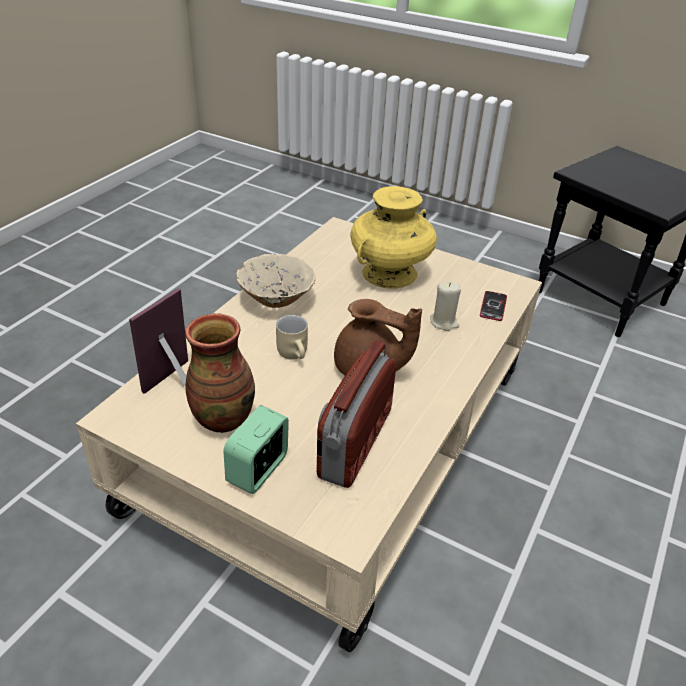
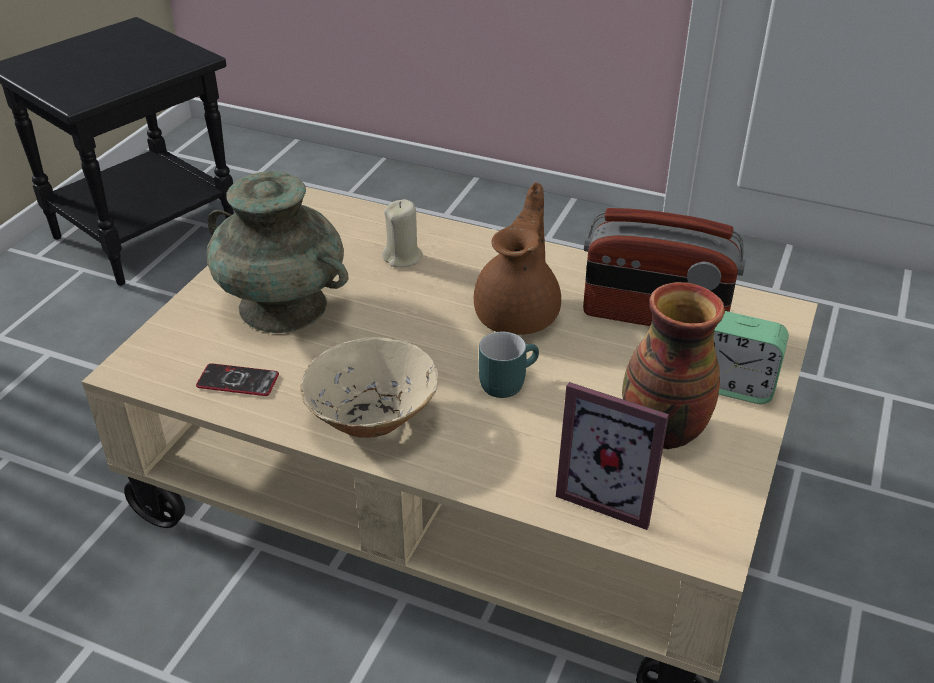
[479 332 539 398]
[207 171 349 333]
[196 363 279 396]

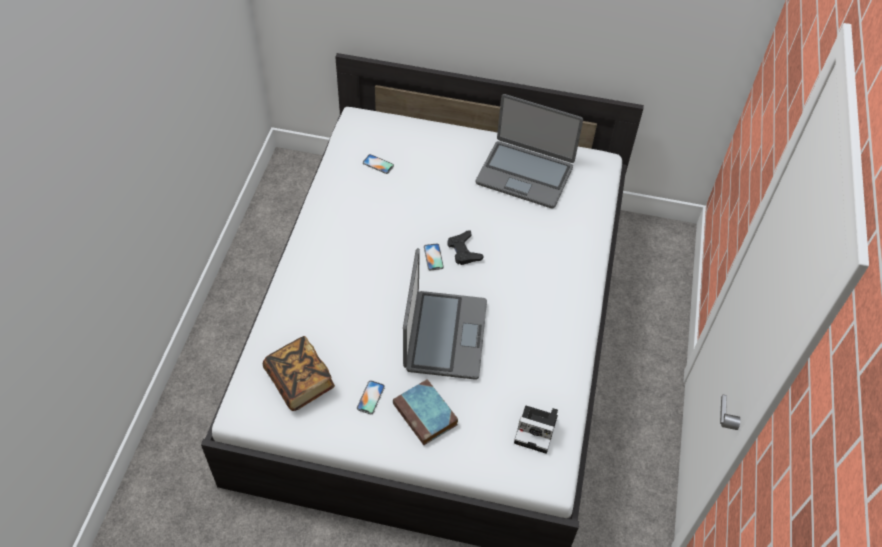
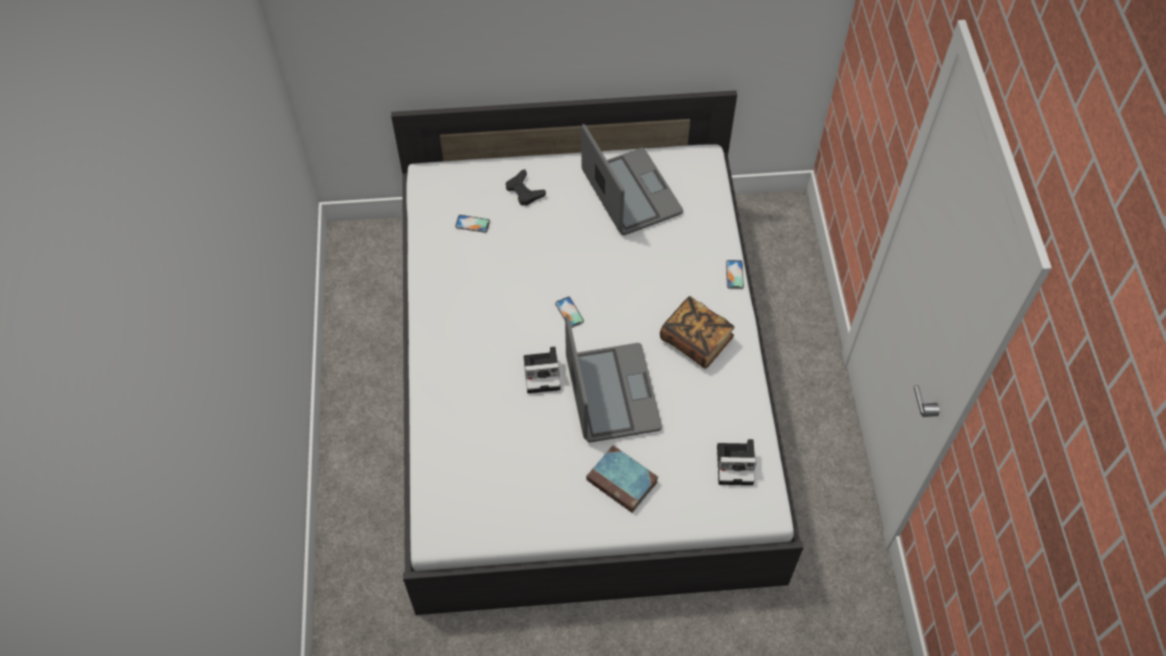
[660 296 734 369]
[726 260 744 289]
[506 169 546 206]
[582 124 683 235]
[524 346 561 394]

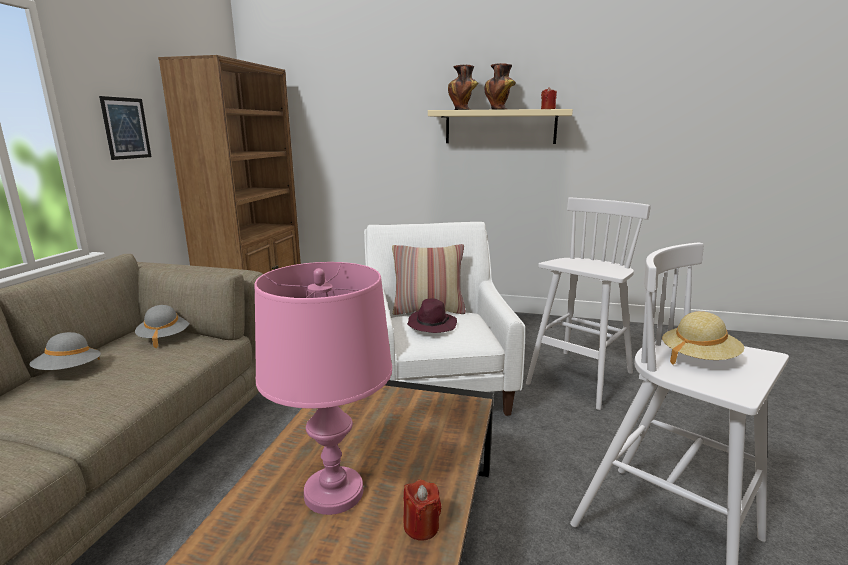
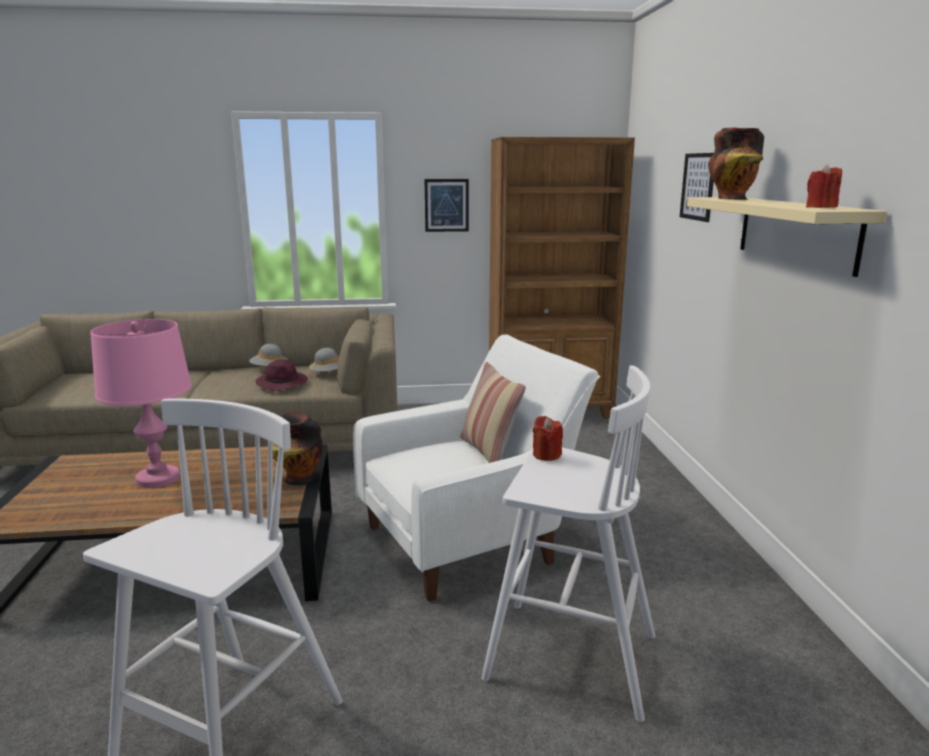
[533 416 563 461]
[255 359 308 391]
[272 413 323 486]
[662 311 744 365] (first image)
[679 153 714 222]

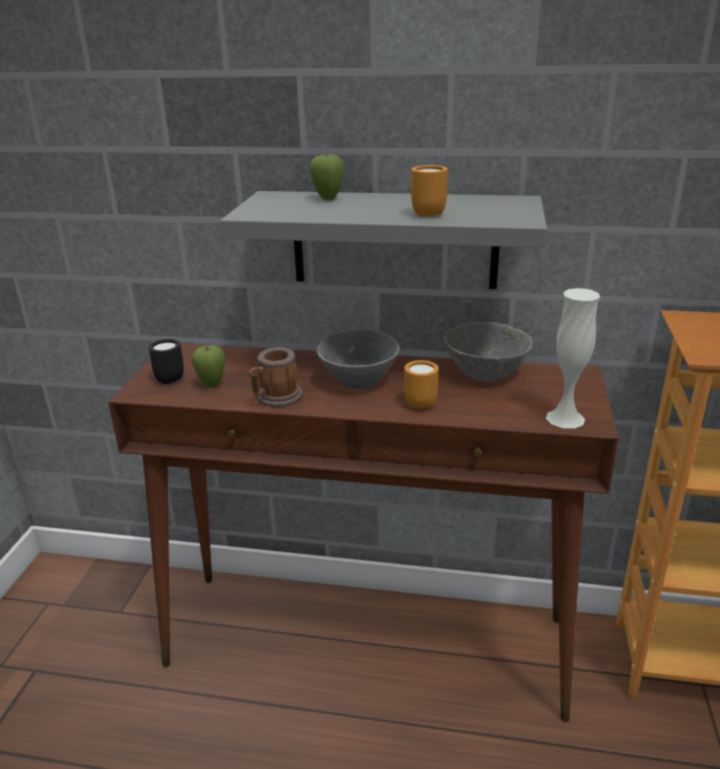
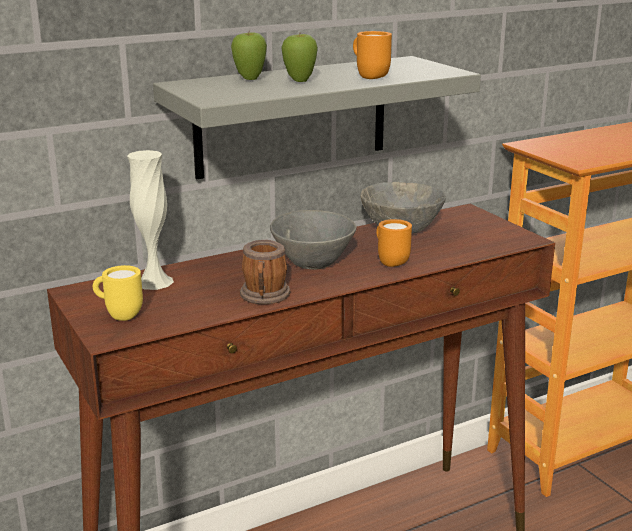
[93 265 143 321]
[281 32 318 82]
[127 150 174 290]

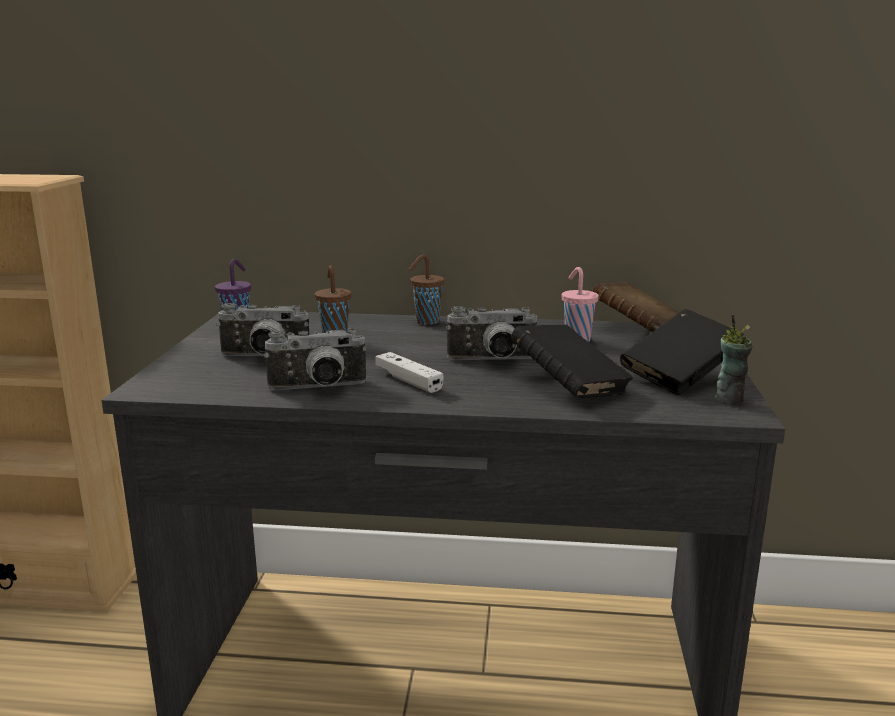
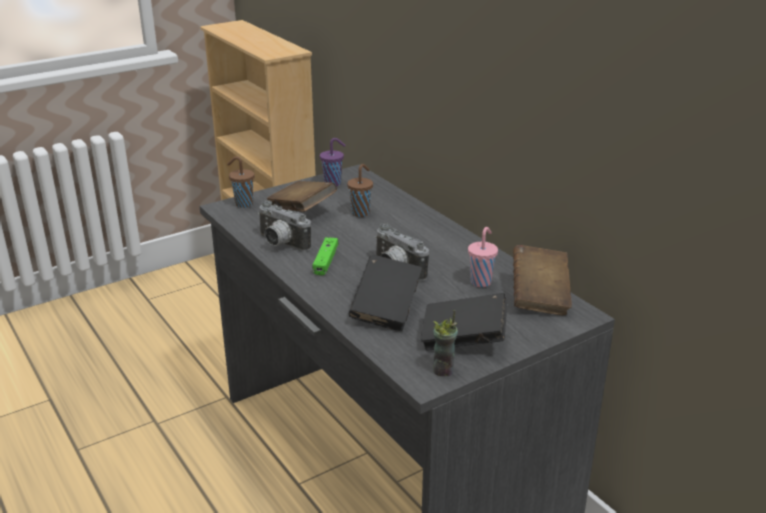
[267 181 337 212]
[312 237 338 275]
[227 156 254 208]

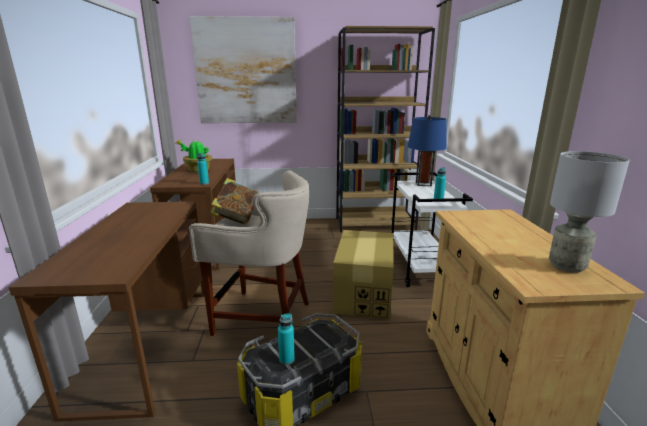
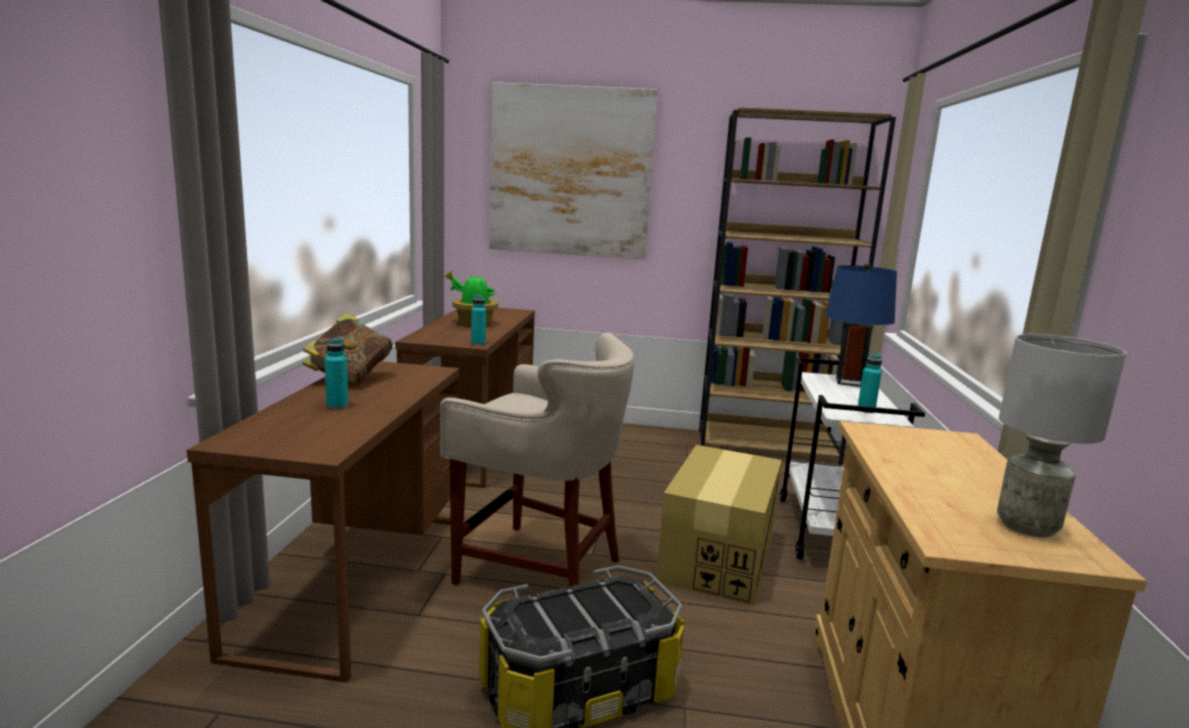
[303 313 393 387]
[325 338 348 409]

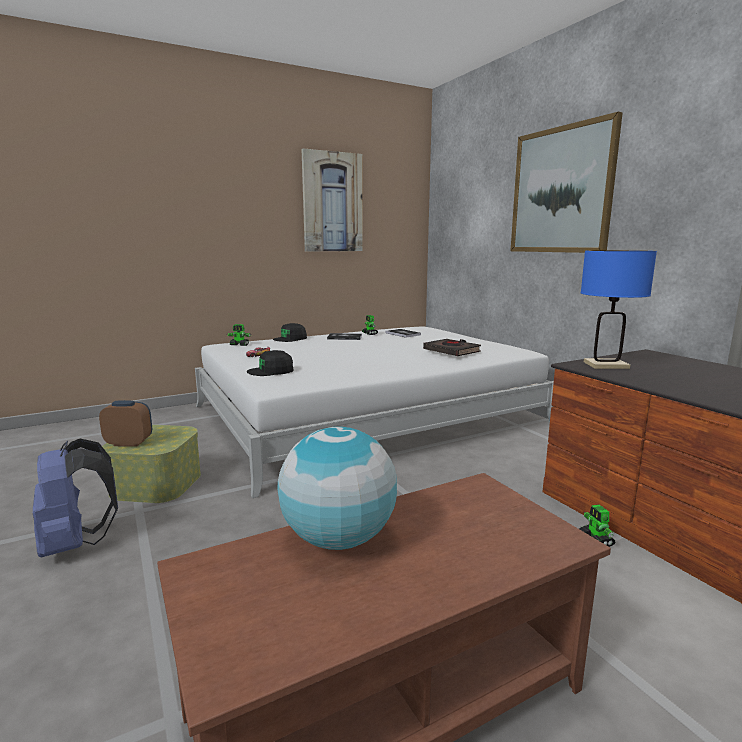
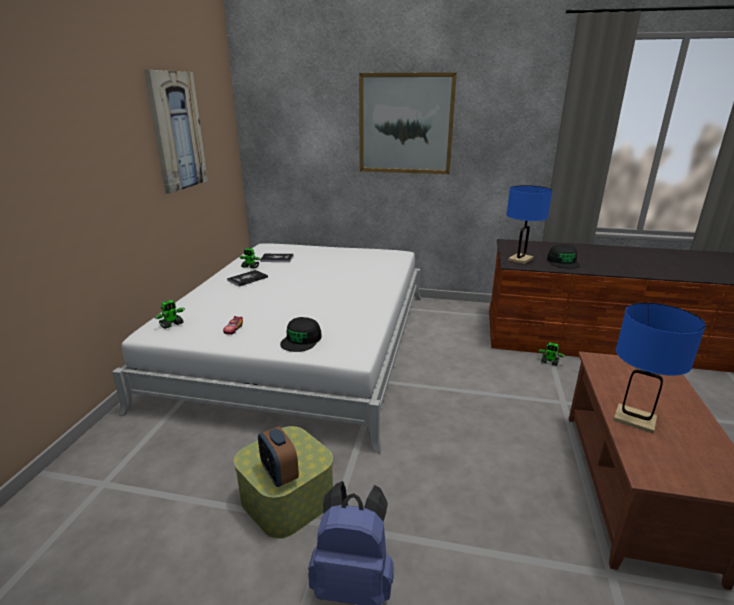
[258 426 299 487]
[547 245 580 269]
[613 303 706 434]
[423 339 481 356] (first image)

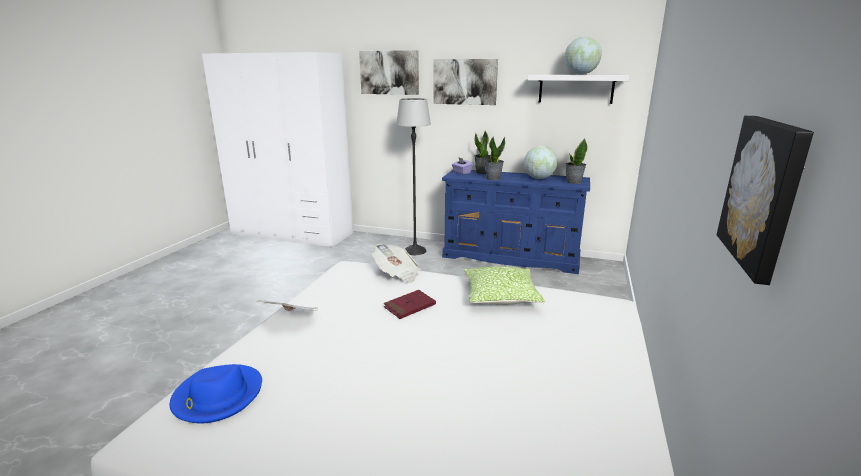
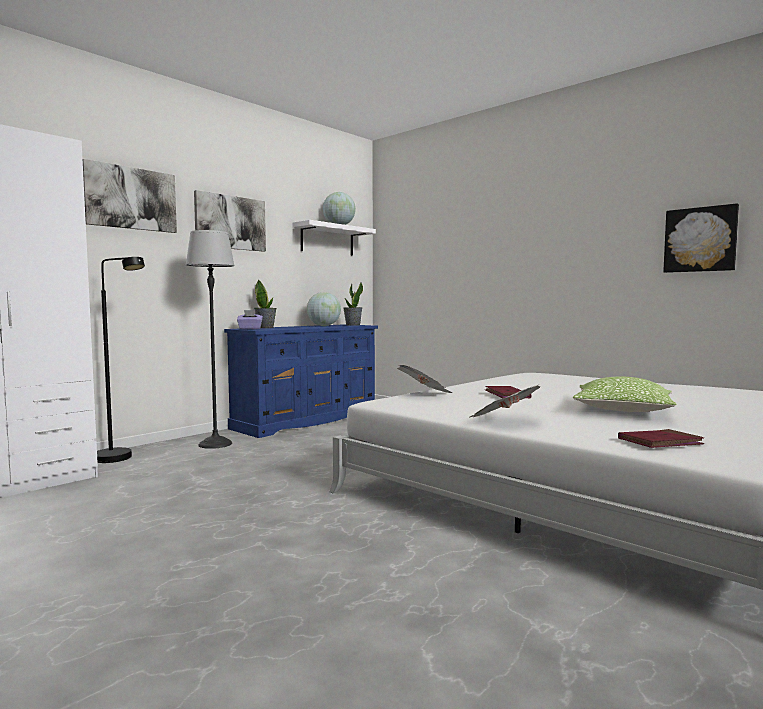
[618 429 704 448]
[573 377 677 412]
[484 137 505 180] (first image)
[97 257 145 463]

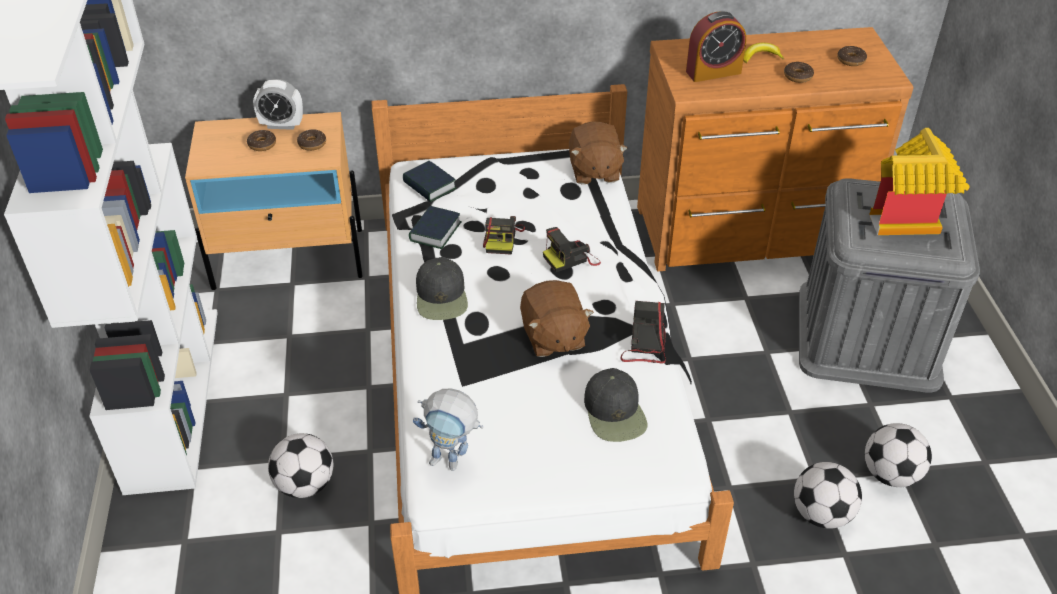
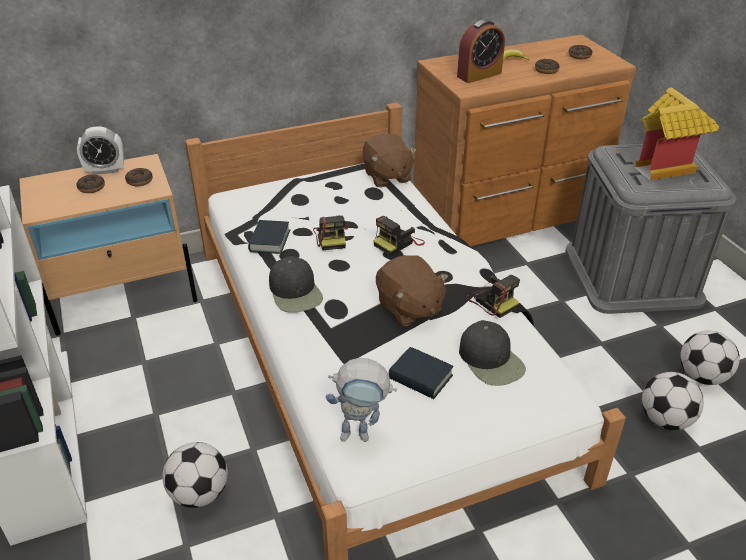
[388 347 454 399]
[466 275 520 318]

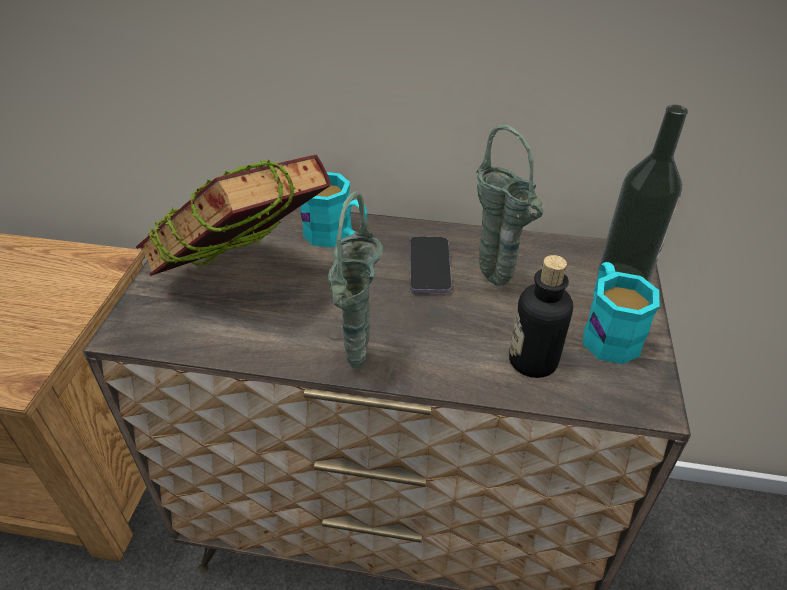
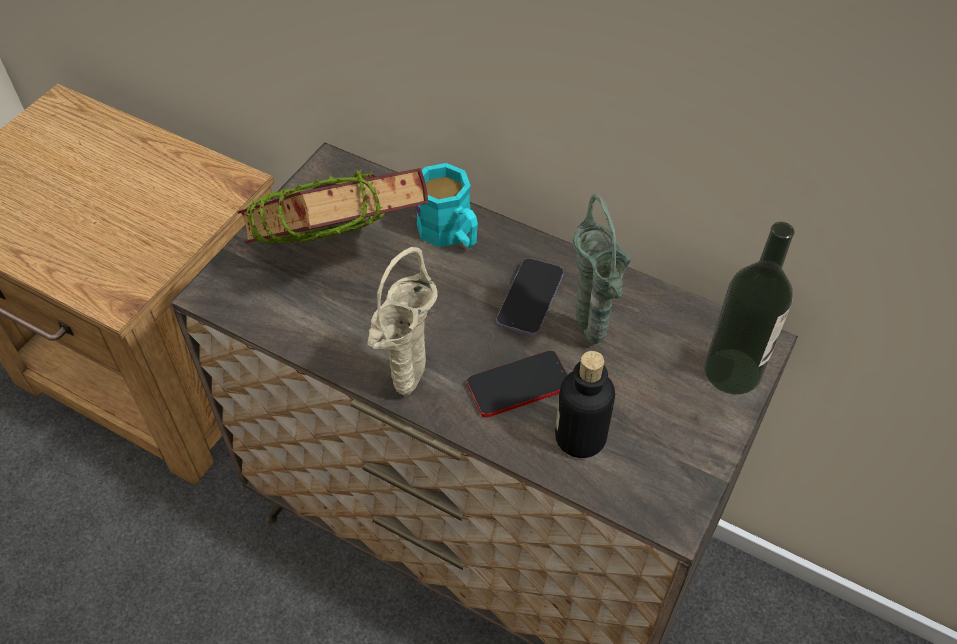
[367 247 438 396]
[583 262 659 364] (first image)
[466 351 567 417]

